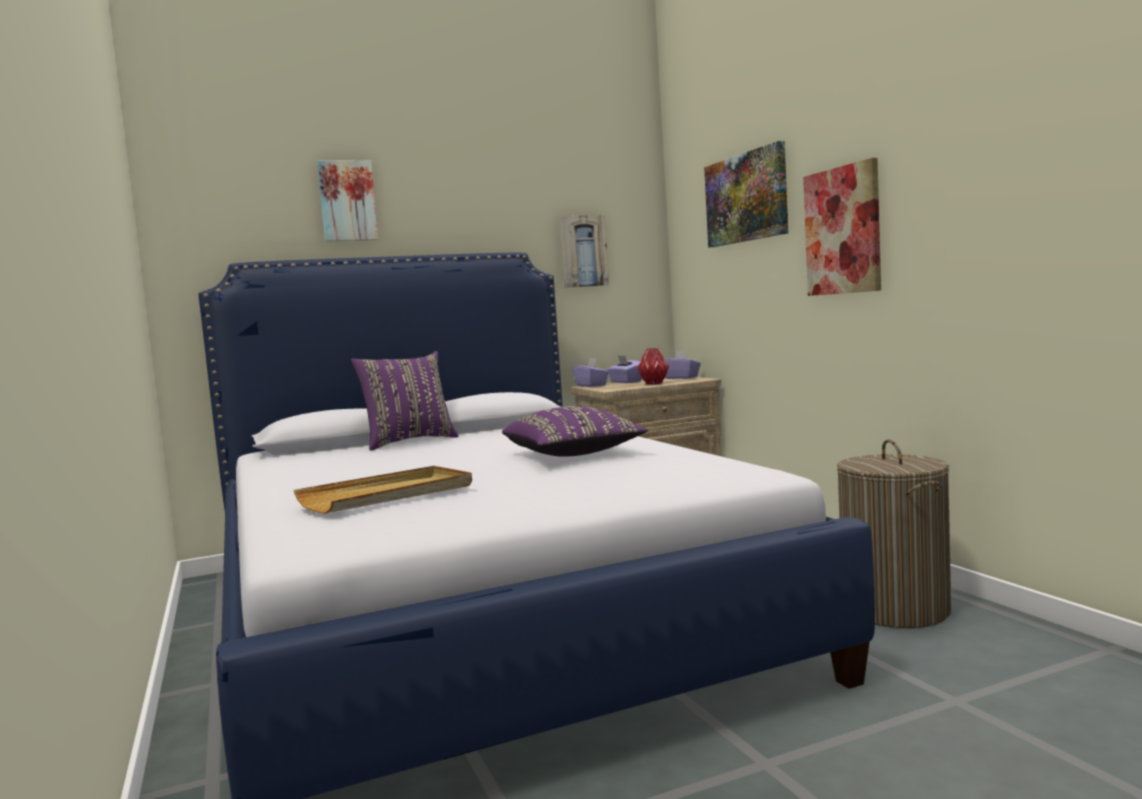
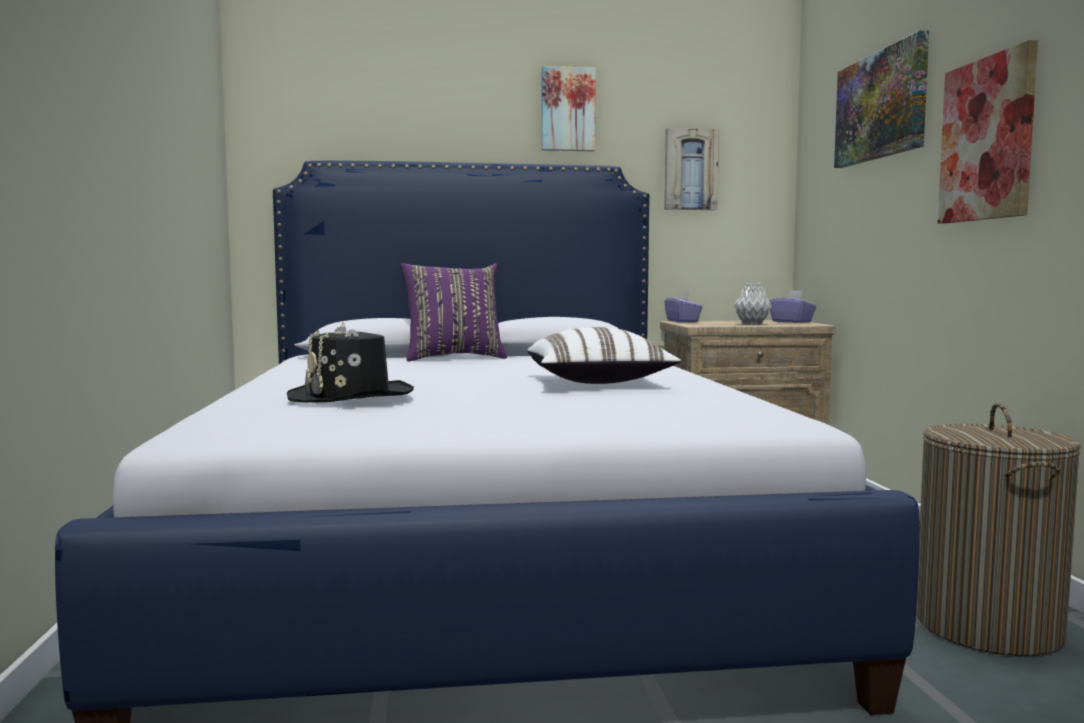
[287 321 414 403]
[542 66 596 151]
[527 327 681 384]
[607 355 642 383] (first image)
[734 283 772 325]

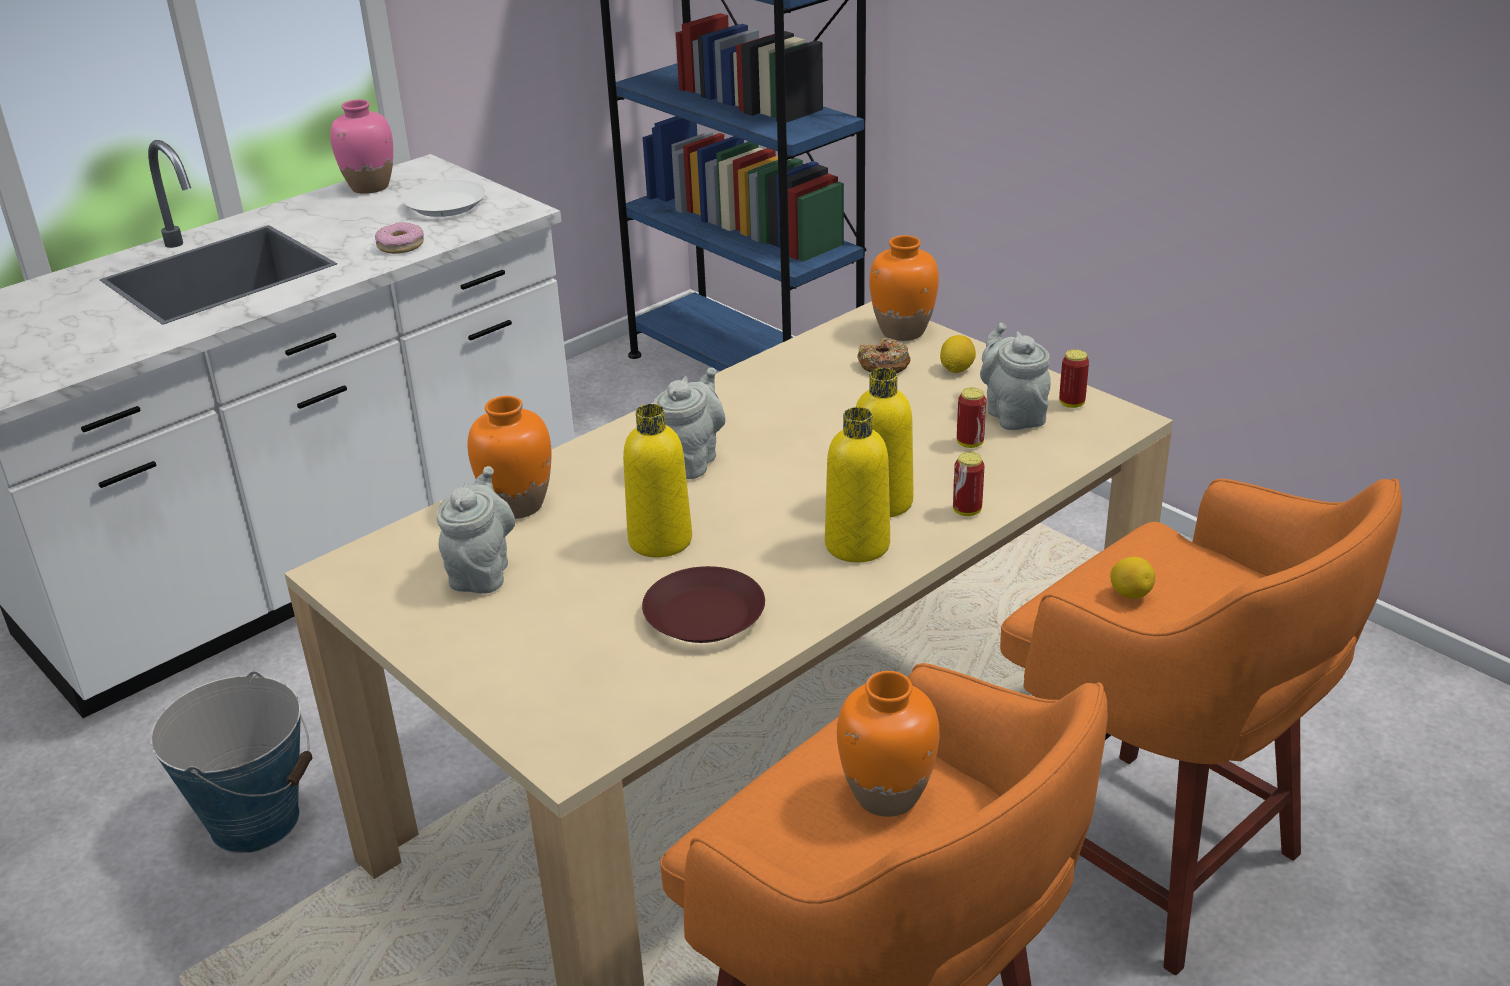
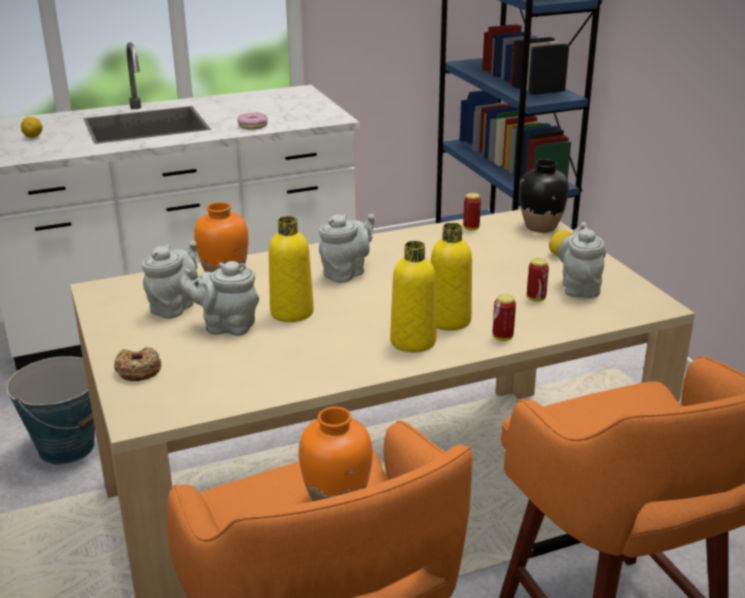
[330 99 393 194] (first image)
[402 179 486 217] (first image)
[642 566 765 643] (first image)
[114 347 161 381]
[520 159 569 233]
[463 193 481 231]
[21 117 42 138]
[179 261 259 336]

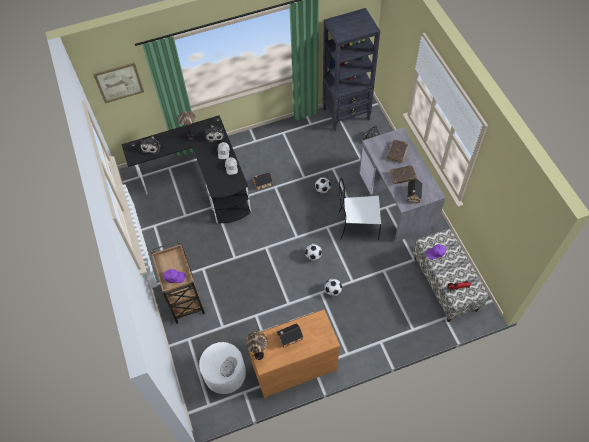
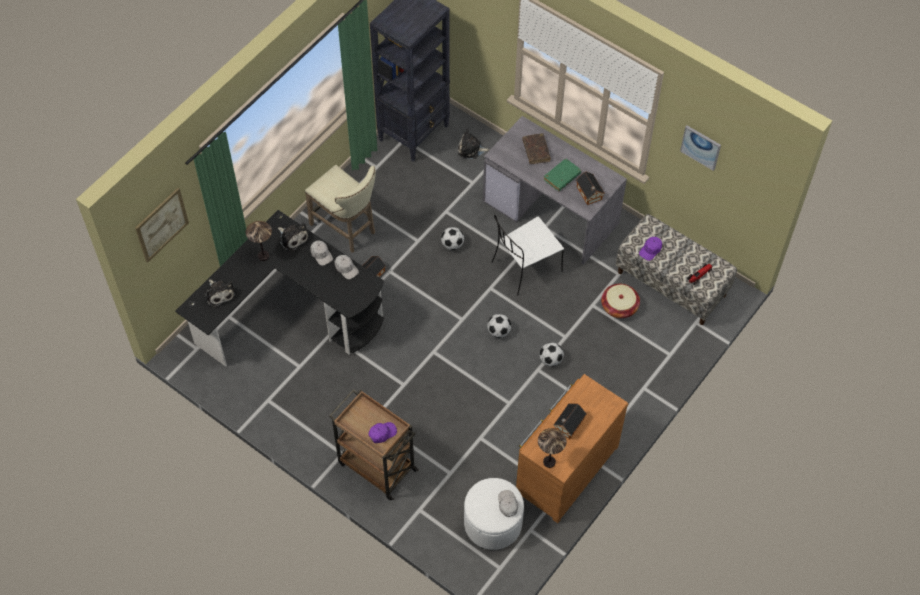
[544 159 581 191]
[305 165 376 253]
[601 284 640 318]
[680 126 721 171]

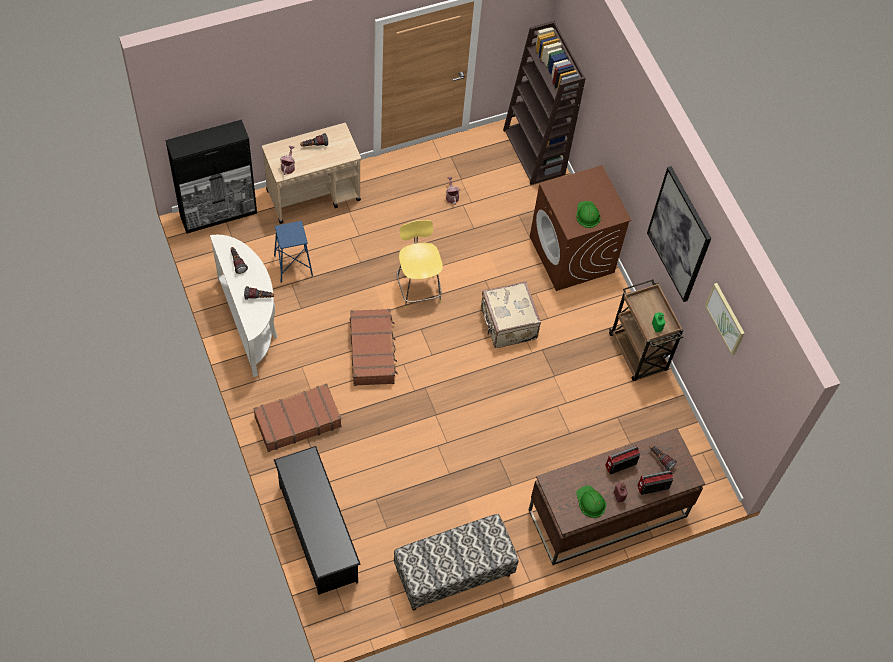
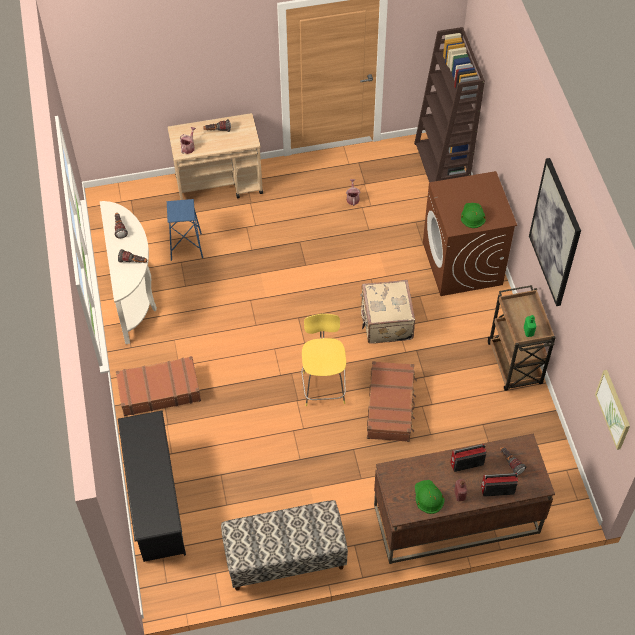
[166 120 257 234] (first image)
[367 361 417 442]
[301 314 346 406]
[595 370 630 450]

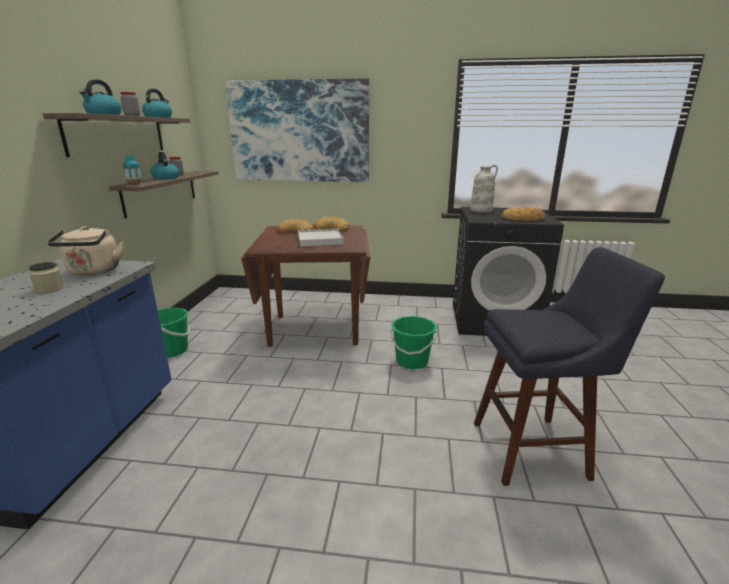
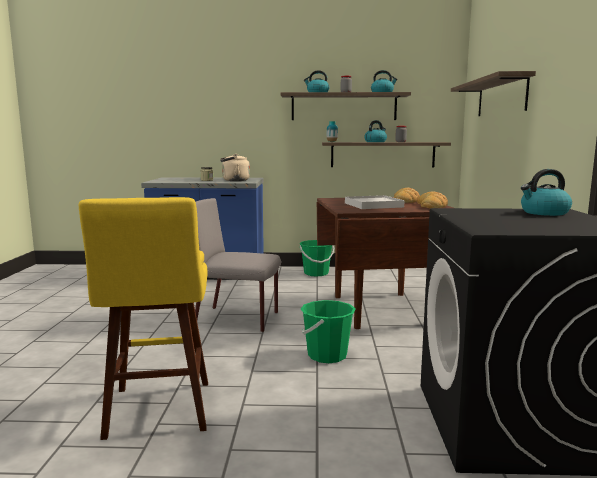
[451 71 536 116]
[521 169 572 216]
[79 197 208 440]
[502 207 545 221] (first image)
[195 198 281 332]

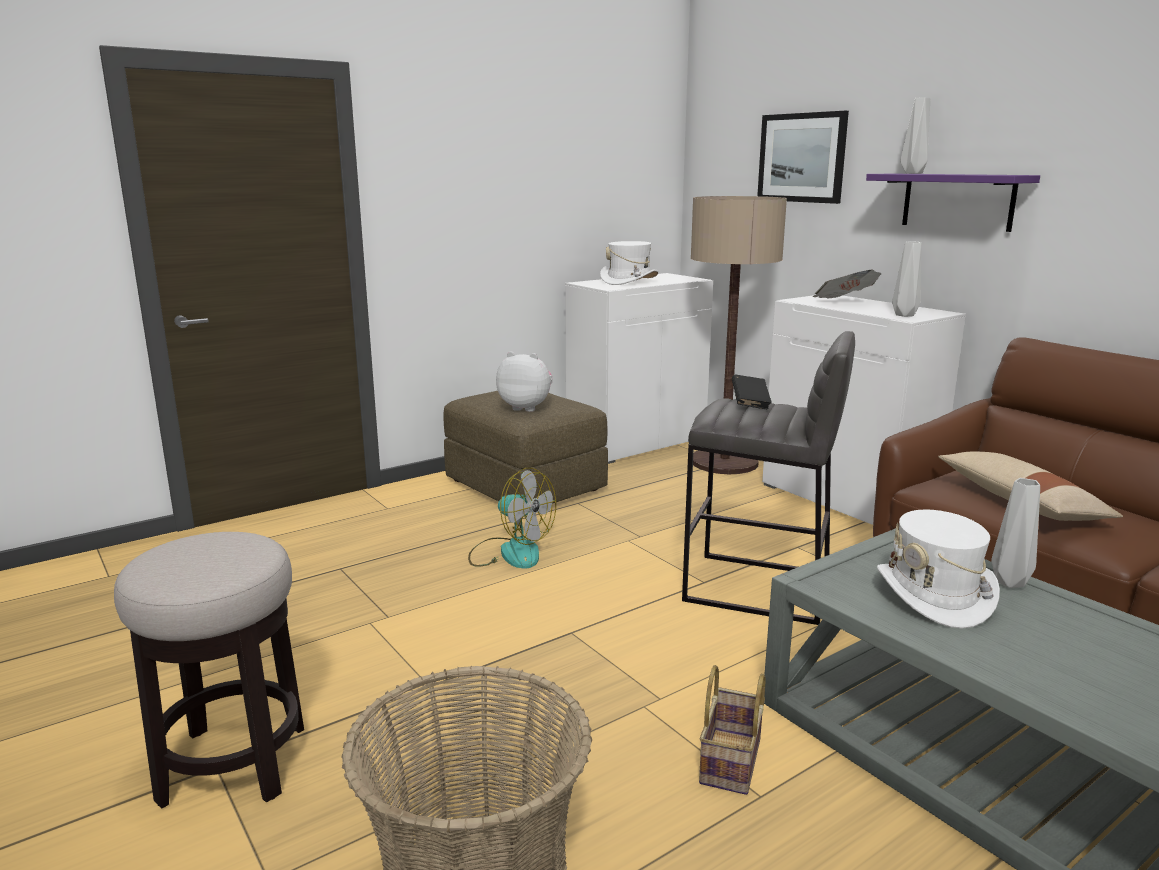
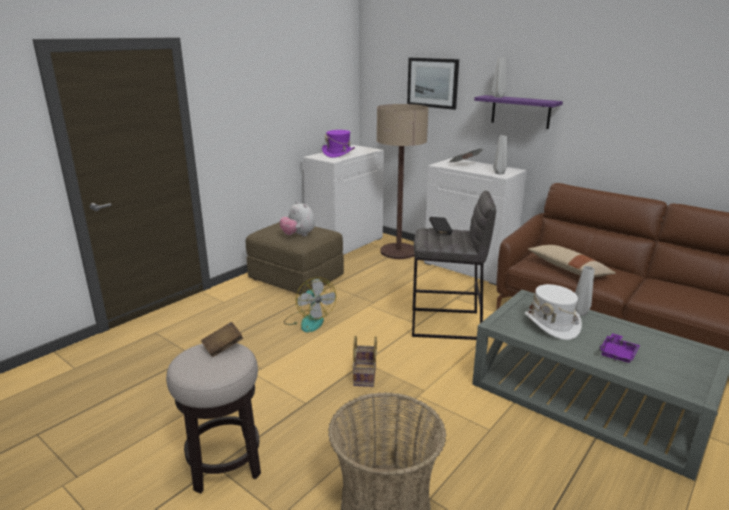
[284 277 336 332]
[280 201 315 236]
[322 130 355 158]
[352 336 377 387]
[201 322 243 357]
[599 333 640 363]

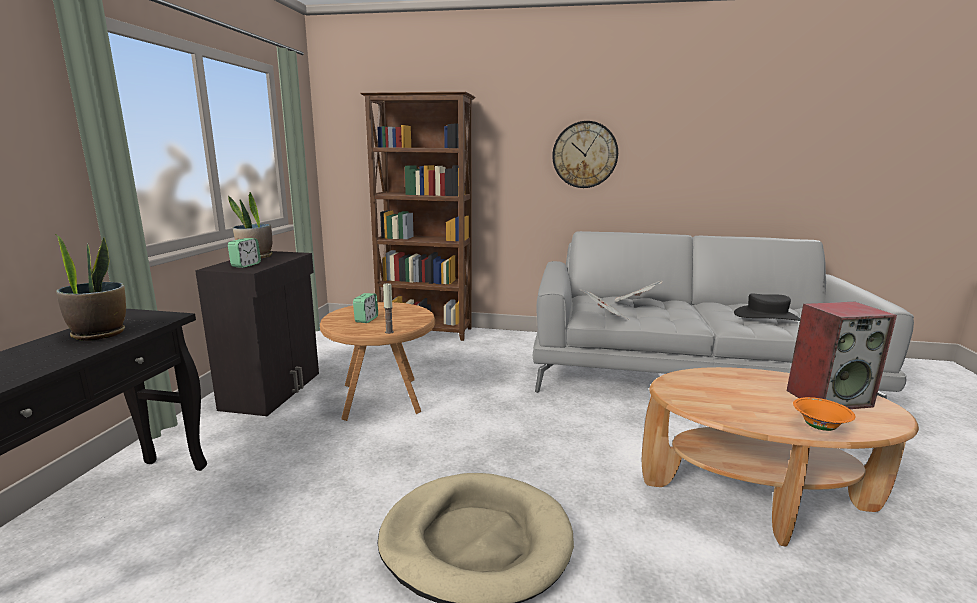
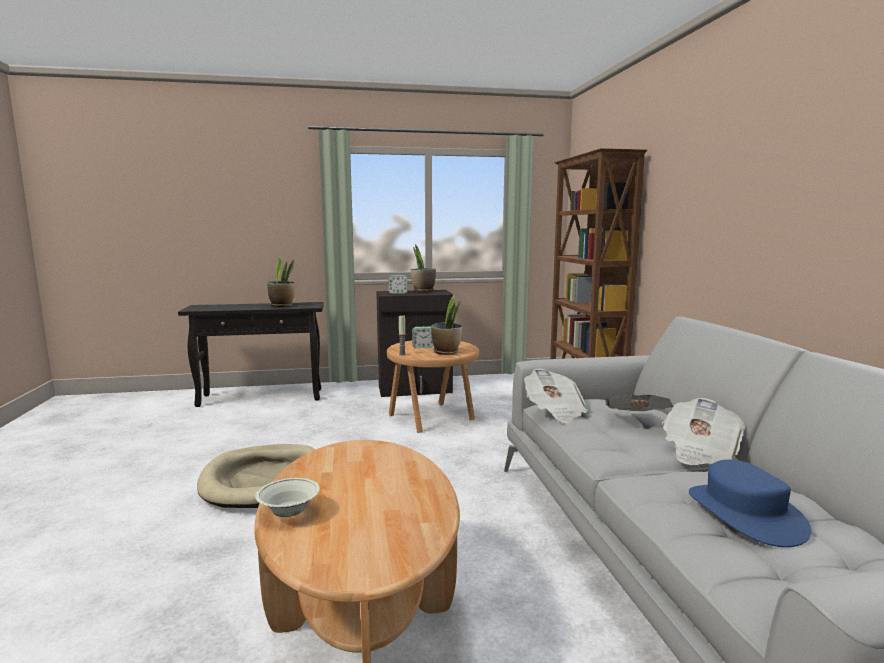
[552 121 618 188] (first image)
[689 460 812 547]
[787 302 897 409] (first image)
[255 478 320 517]
[431 294 462 355]
[662 398 746 465]

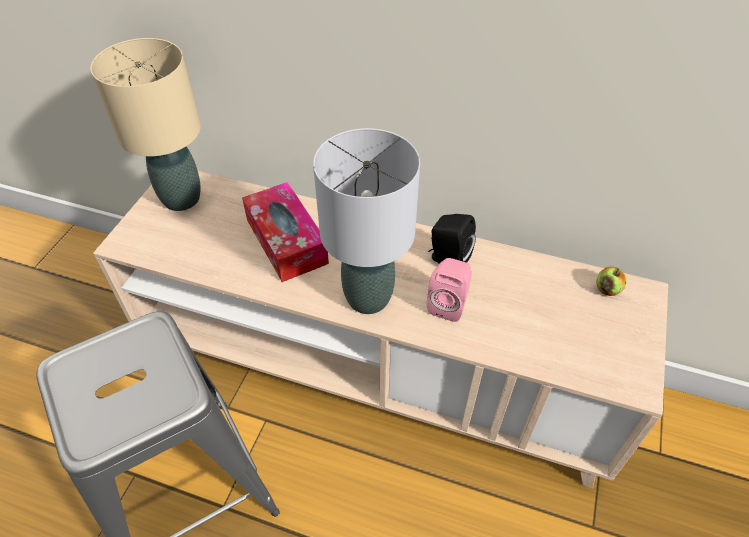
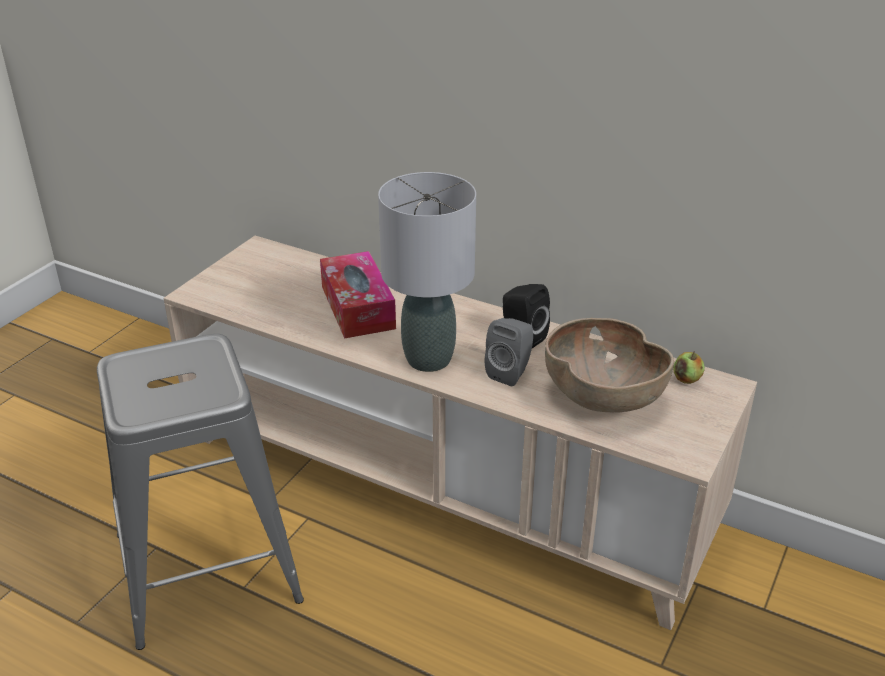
[90 38 201 211] (first image)
[485 318 533 387]
[545 318 674 413]

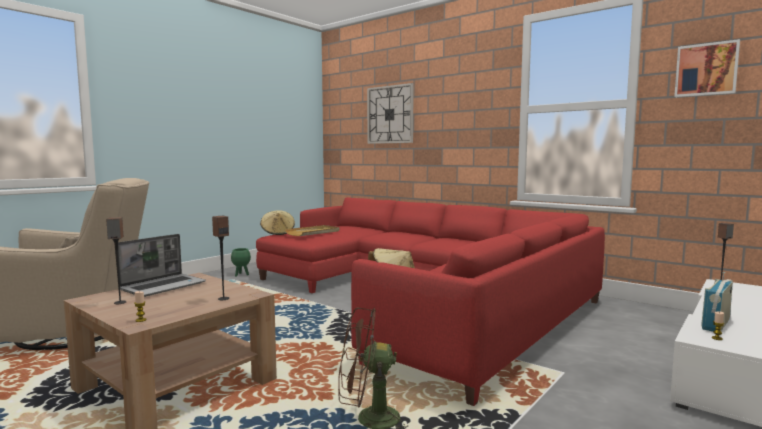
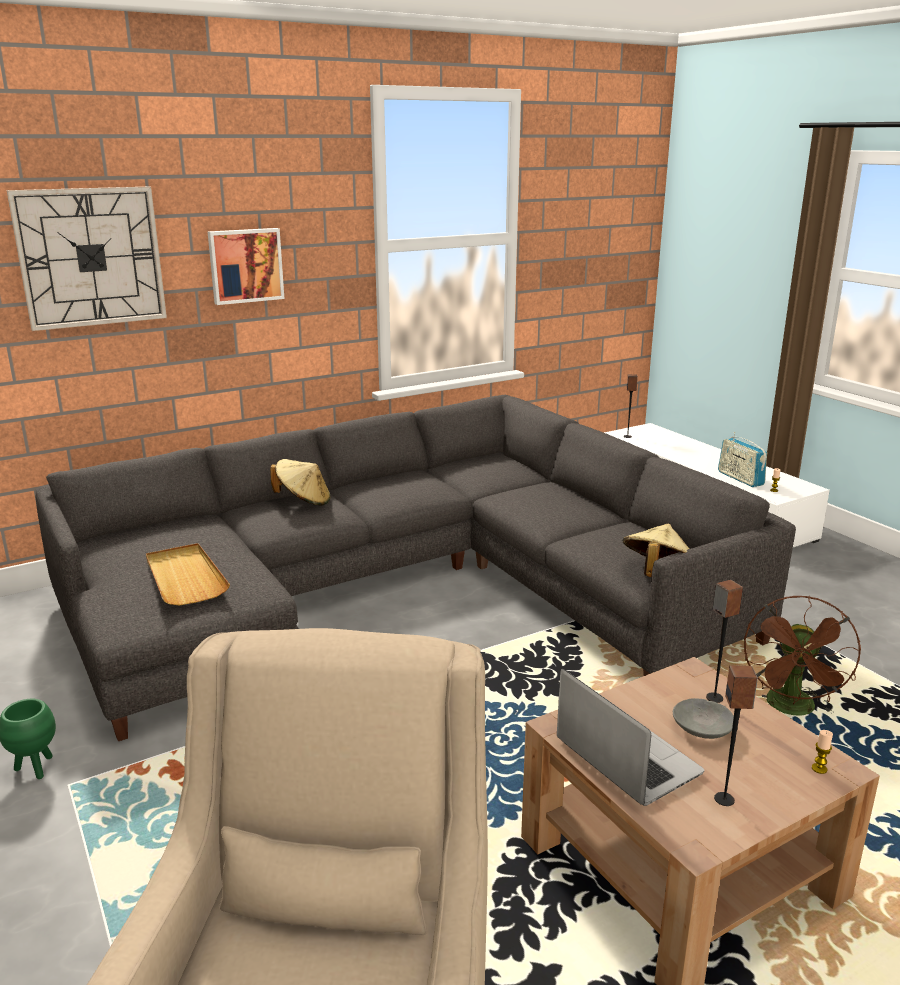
[36 395 796 741]
[270 459 330 505]
[208 228 284 305]
[673 698 734 739]

